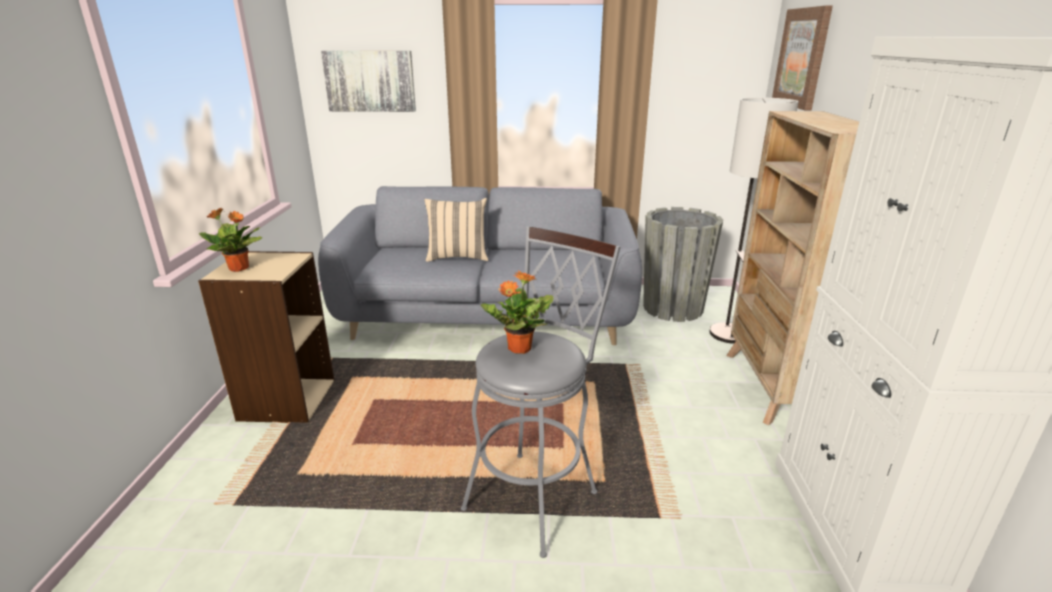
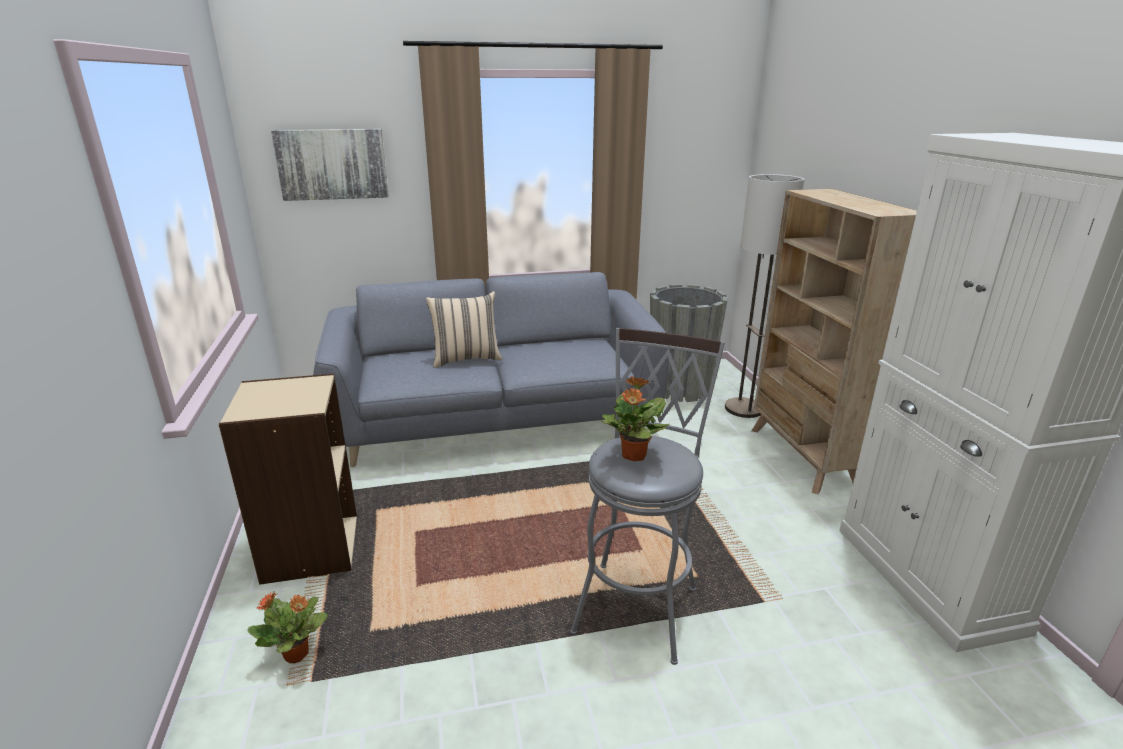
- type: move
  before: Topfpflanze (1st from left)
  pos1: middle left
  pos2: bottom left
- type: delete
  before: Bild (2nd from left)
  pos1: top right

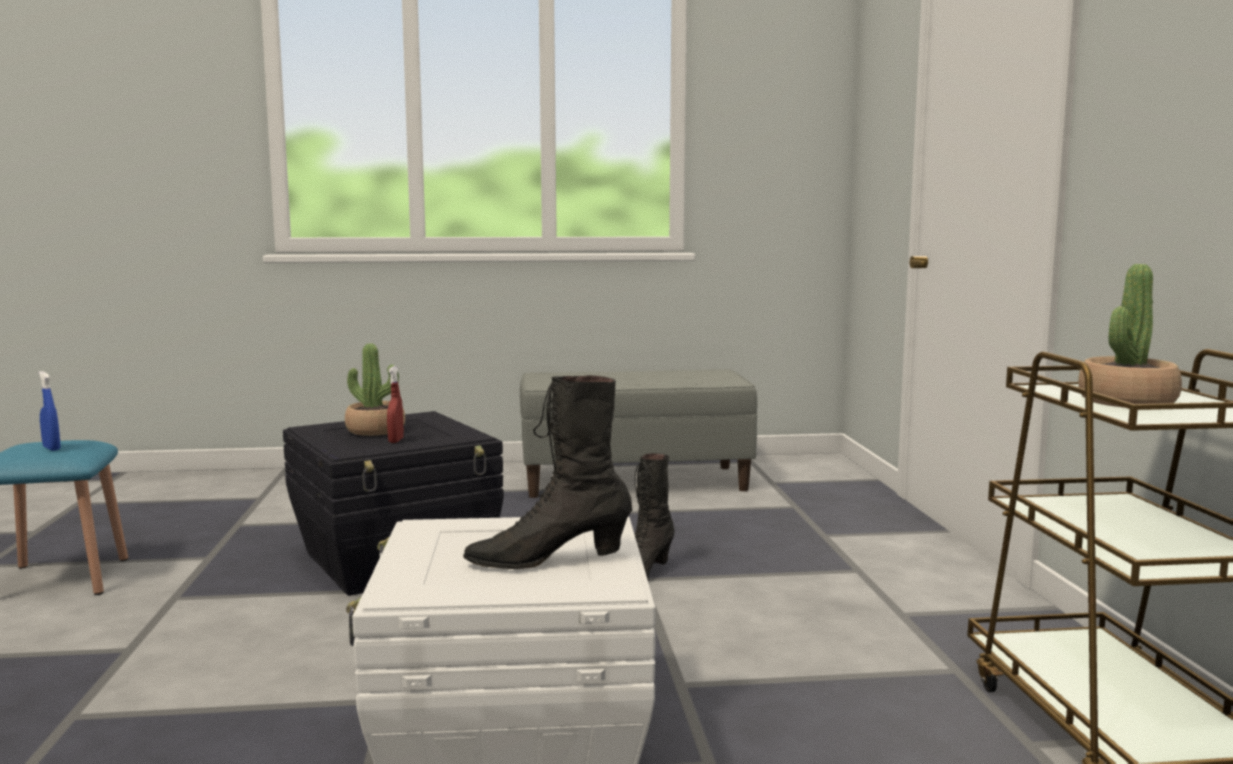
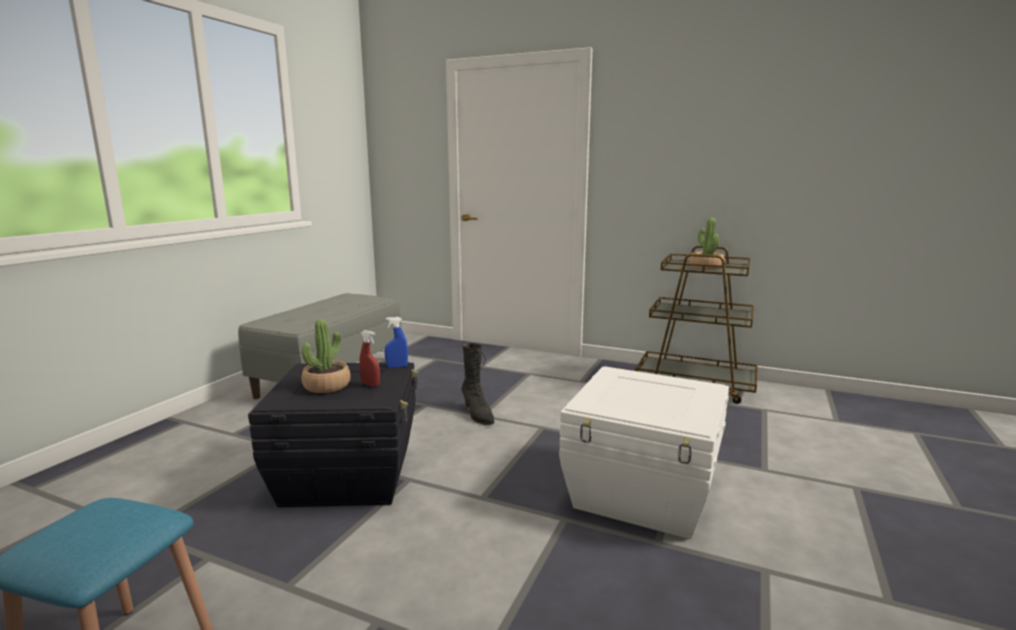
- type: move
  before: Sprühflasche [blau]
  pos1: middle left
  pos2: centre
- type: delete
  before: Stiefel [schwarz] (1st from left)
  pos1: centre

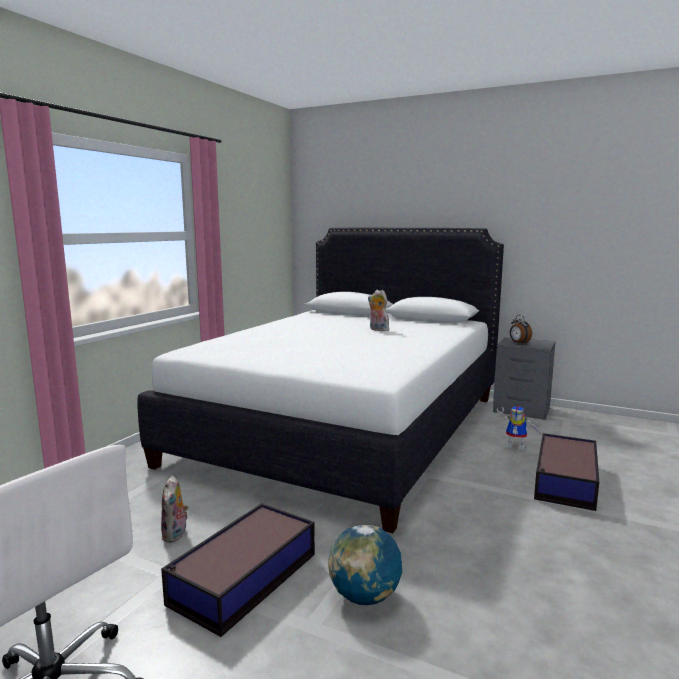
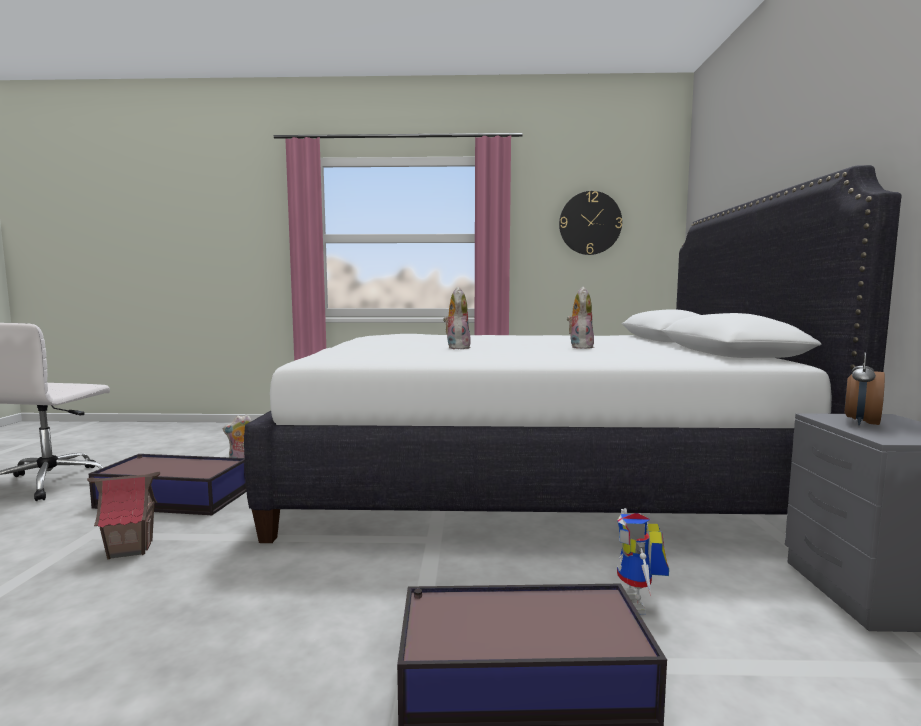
- type: replace
  before: Globus
  after: Spielzeughaus
  pos1: bottom centre
  pos2: bottom left
- type: insert
  after: Plüschtier (2nd from left)
  pos2: centre
- type: insert
  after: Wanduhr
  pos2: top centre

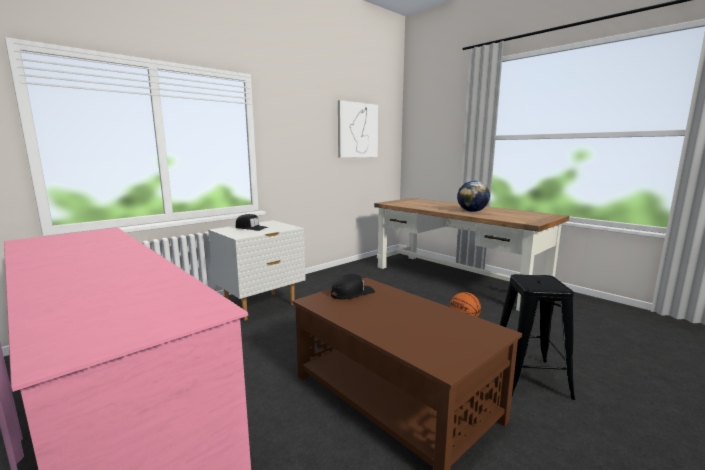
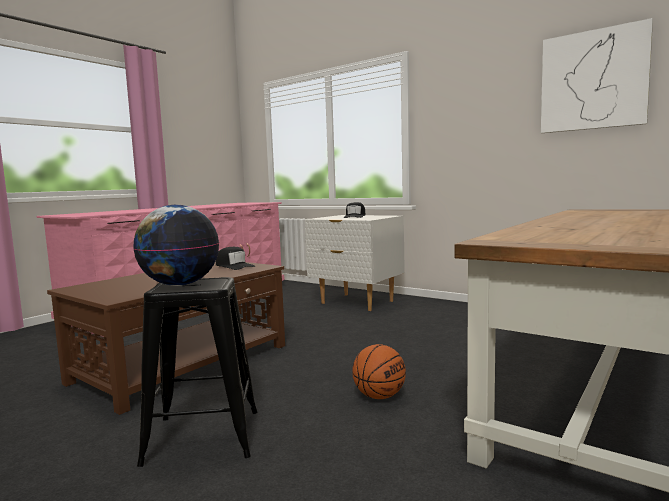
- type: move
  before: Globus
  pos1: middle right
  pos2: middle left

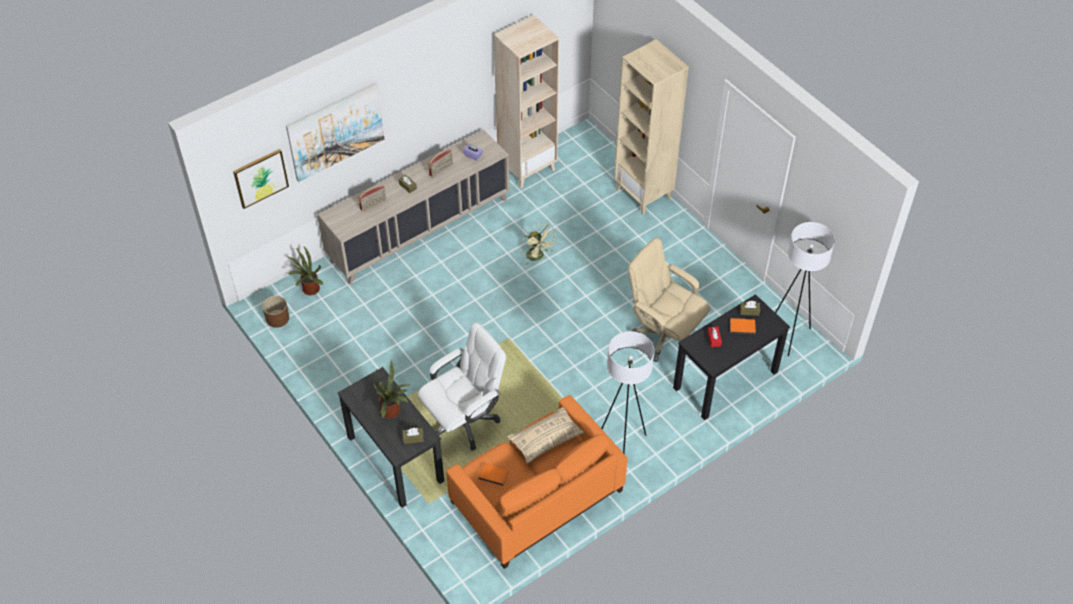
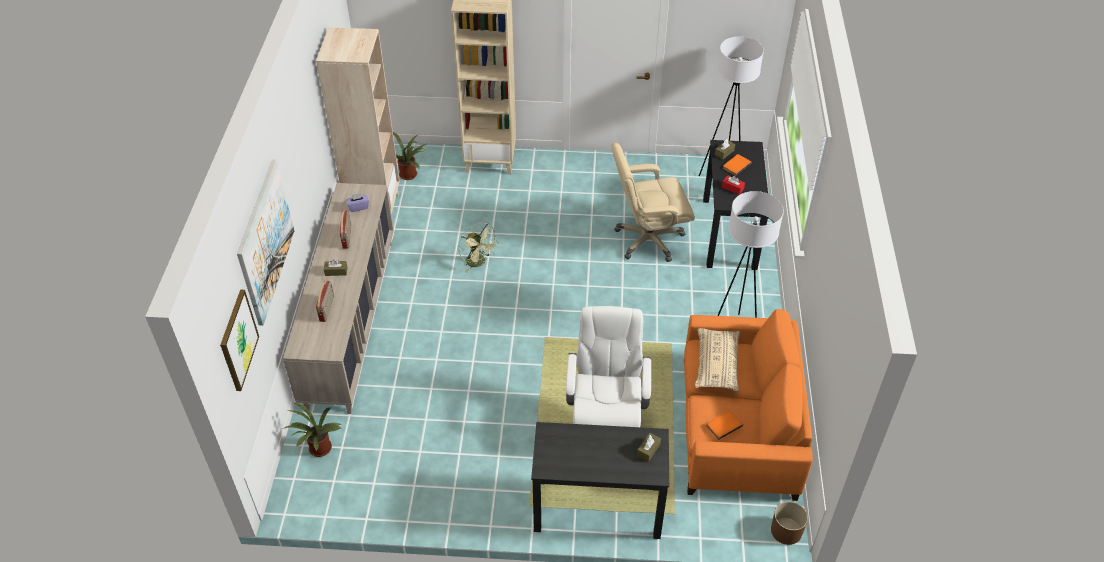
- type: move
  before: Topfpflanze (2nd from left)
  pos1: centre
  pos2: top centre
- type: rotate
  before: Ventilator [grün]
  pos1: centre
  pos2: centre
  turn: 45
- type: move
  before: Pflanzkübel [braun]
  pos1: middle left
  pos2: bottom right

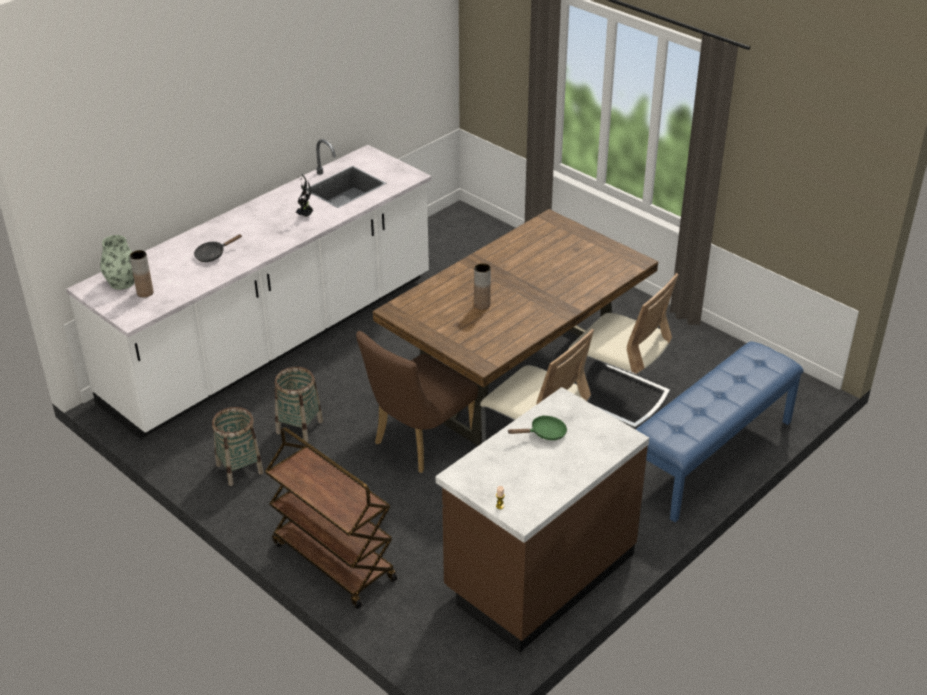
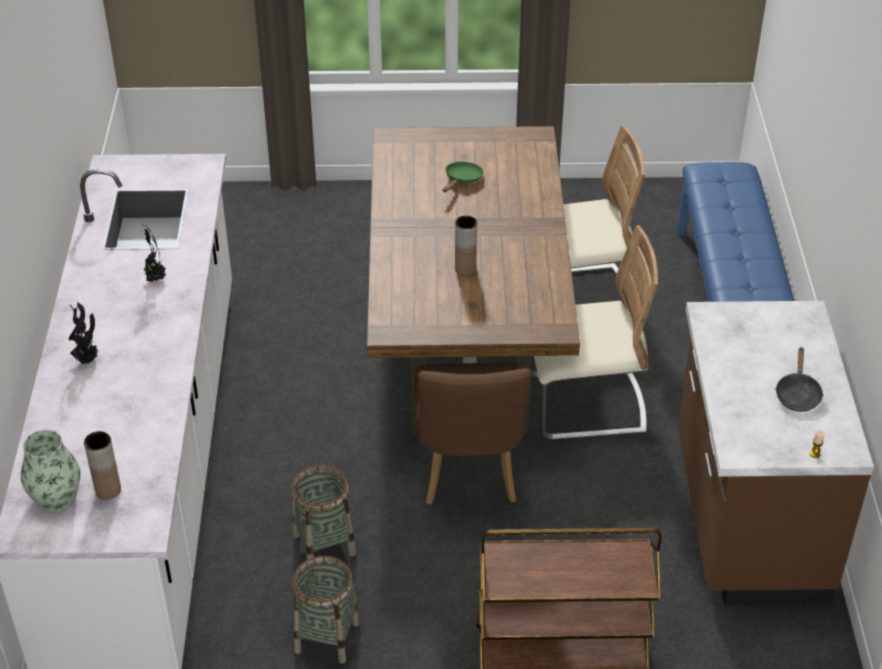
- type: insert
  after: Topfpflanze (1st from left)
  pos2: middle left
- type: move
  before: Pfanne [grün]
  pos1: centre
  pos2: top centre
- type: move
  before: Pfanne [schwarz]
  pos1: middle left
  pos2: middle right

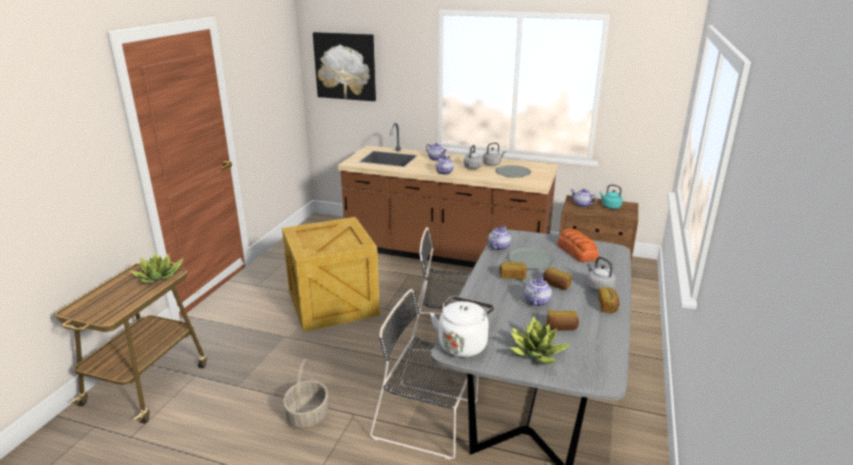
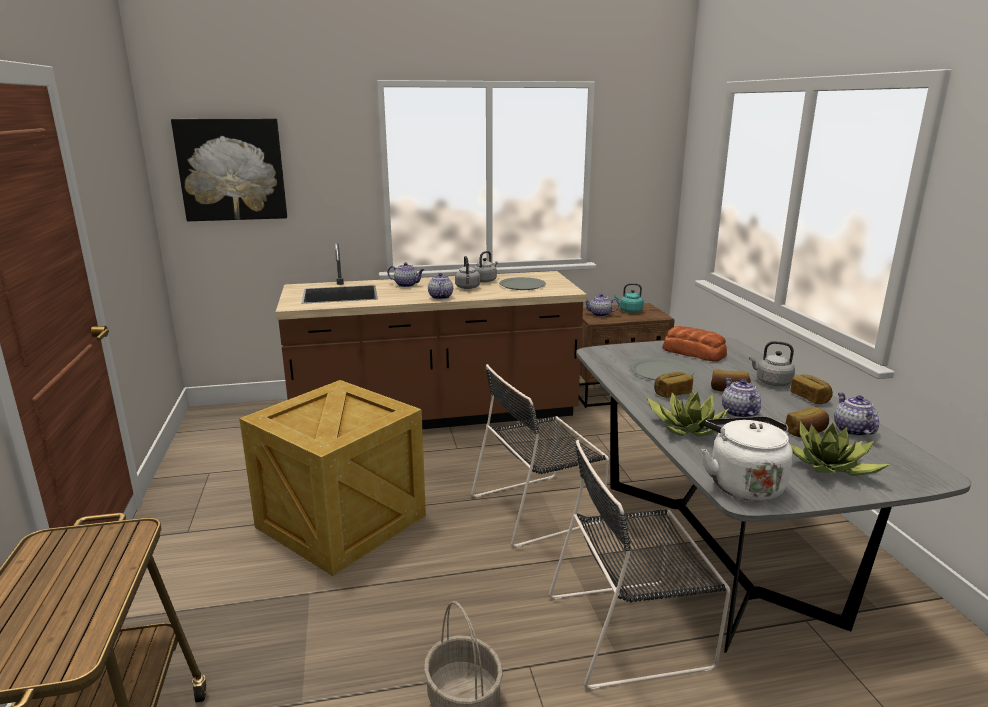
- type: move
  before: Topfpflanze (1st from left)
  pos1: middle left
  pos2: middle right
- type: move
  before: Teekanne (3rd from left in the first image)
  after: Teekanne (5th from left)
  pos1: centre
  pos2: middle right

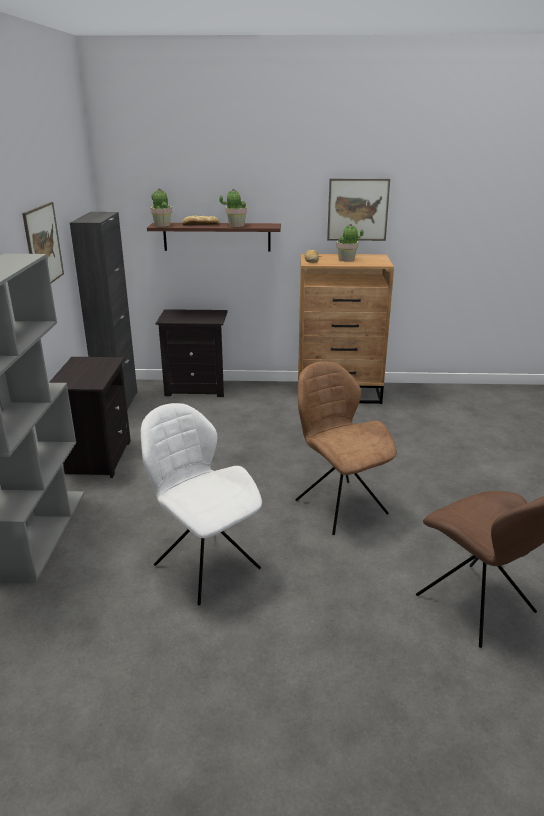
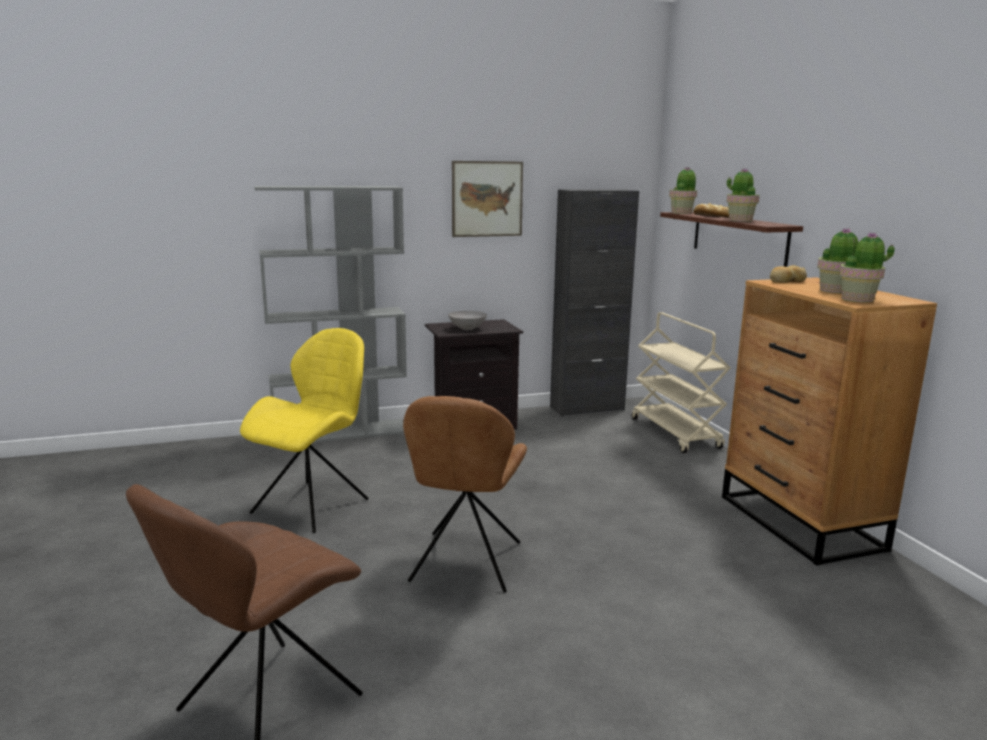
- type: recolor
  before: Stuhl [weiß]
  after: Stuhl [gelb]
  pos1: centre
  pos2: middle left
- type: rotate
  before: Stuhl [braun] (1st from left in the first image)
  pos1: centre
  pos2: bottom centre
  turn: 150
- type: insert
  after: Schüssel [grau]
  pos2: centre
- type: replace
  before: Nachttisch [schwarz] (2nd from left)
  after: Rollwagen [beige]
  pos1: centre
  pos2: middle right
- type: insert
  after: Topfpflanze (4th from left)
  pos2: middle right
- type: delete
  before: Bild (2nd from left)
  pos1: top centre

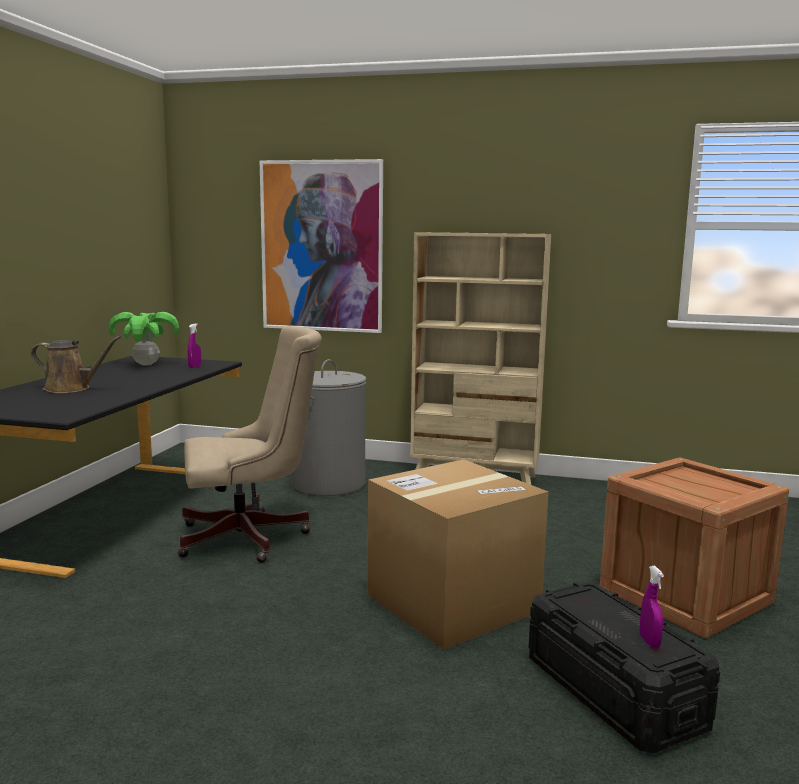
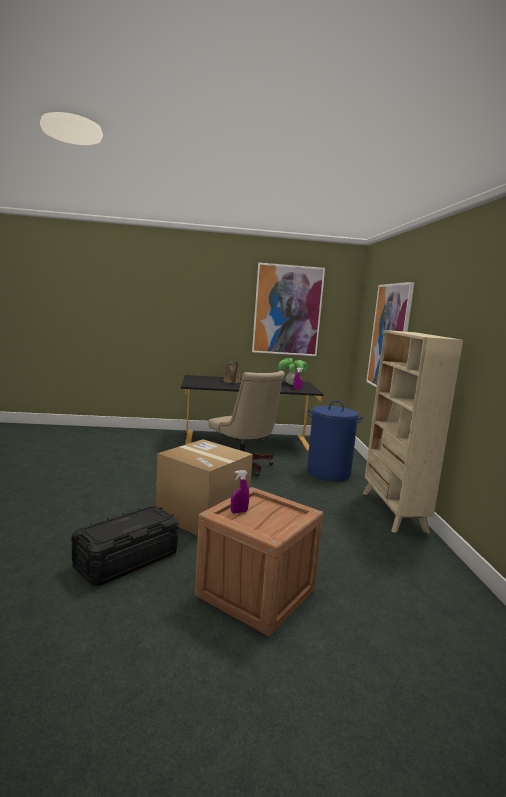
- type: move
  before: Sprühflasche [lila] (2nd from left in the first image)
  after: Sprühflasche [lila] (1st from left)
  pos1: bottom right
  pos2: centre
- type: insert
  after: Bild (1st from left)
  pos2: centre
- type: recolor
  before: Wäschekorb [grau]
  after: Wäschekorb [blau]
  pos1: centre
  pos2: centre

